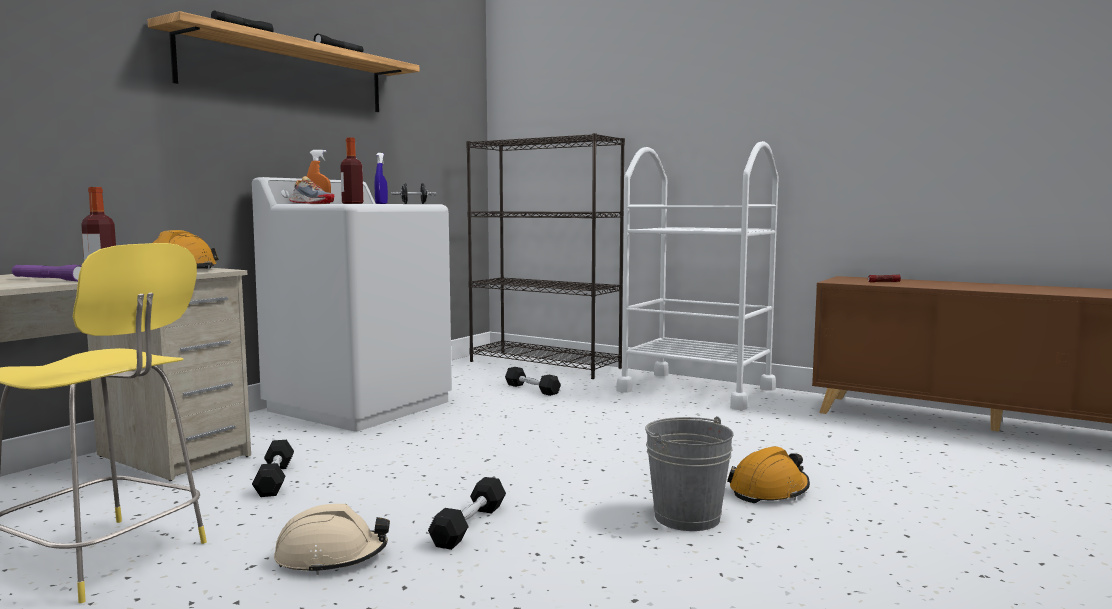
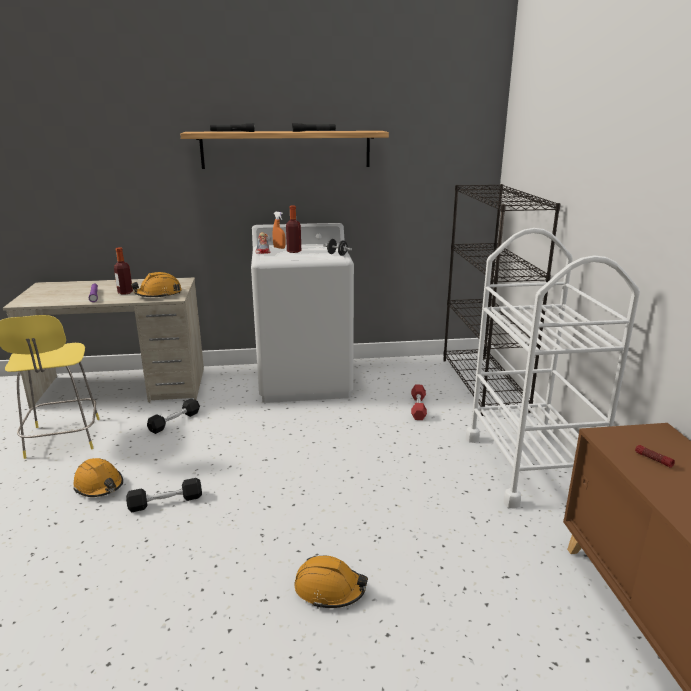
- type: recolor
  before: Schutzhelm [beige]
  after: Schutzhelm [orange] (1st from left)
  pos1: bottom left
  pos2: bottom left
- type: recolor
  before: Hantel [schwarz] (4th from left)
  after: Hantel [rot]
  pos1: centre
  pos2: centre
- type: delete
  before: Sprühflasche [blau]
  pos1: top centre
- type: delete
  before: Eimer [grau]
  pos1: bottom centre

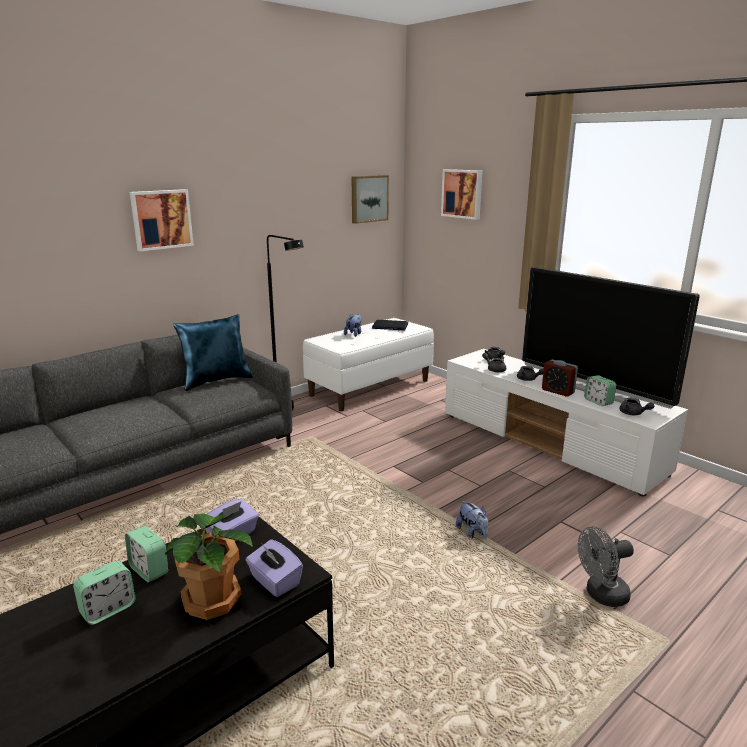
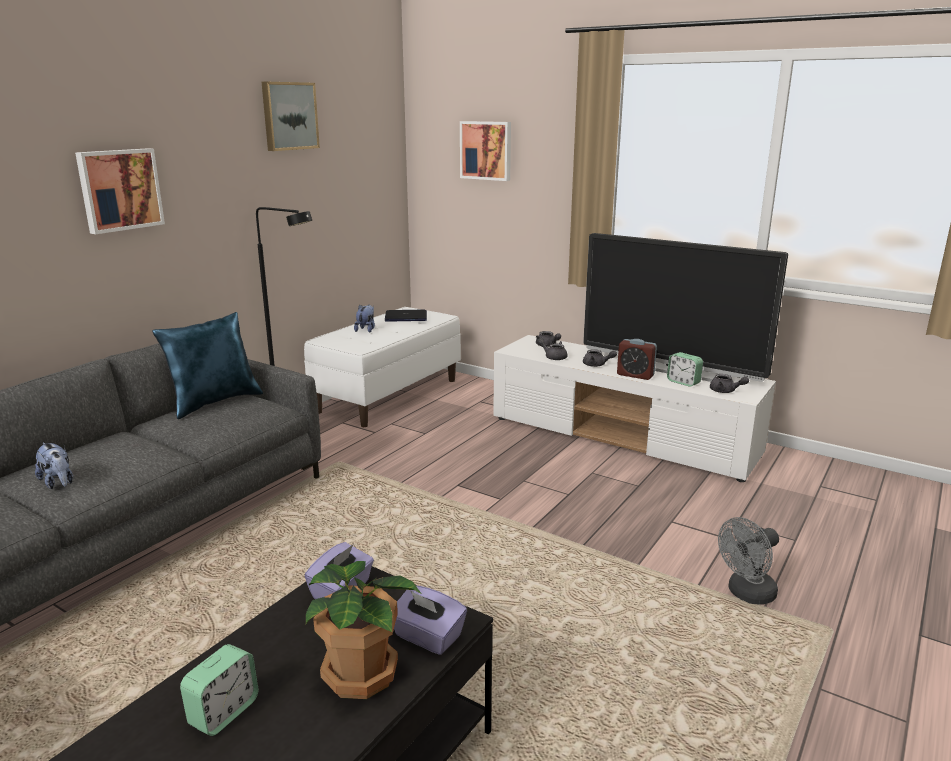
- type: move
  before: Plüschtier (2nd from left in the first image)
  after: Plüschtier (1st from left)
  pos1: bottom centre
  pos2: middle left
- type: move
  before: Bild (2nd from left)
  pos1: top centre
  pos2: top left
- type: delete
  before: Wecker (2nd from left)
  pos1: bottom left

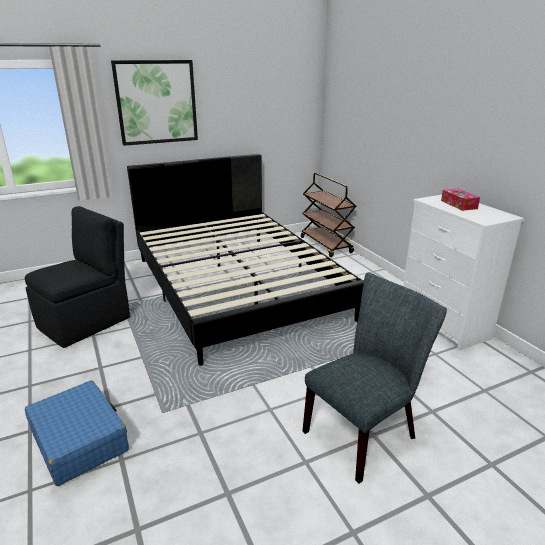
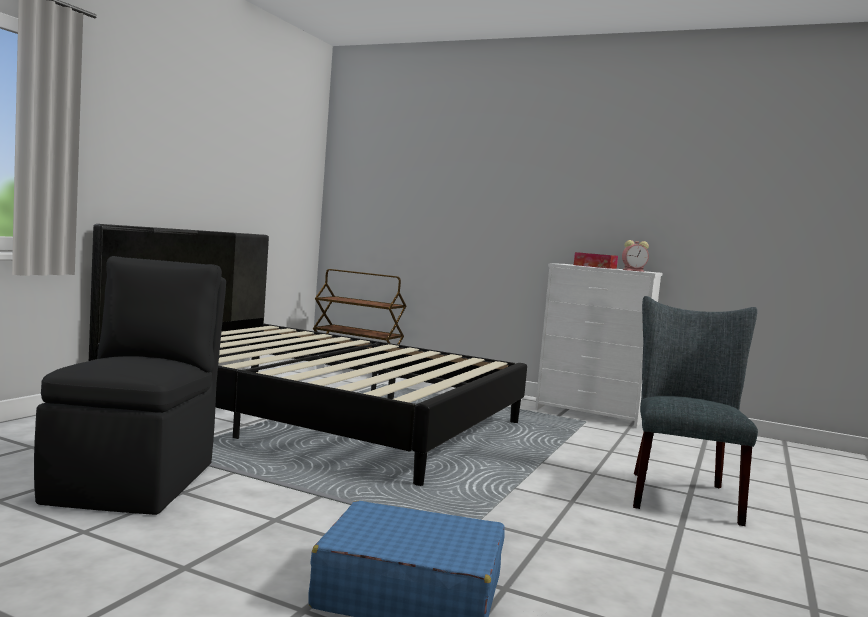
- type: insert
  after: Wecker
  pos2: middle right
- type: delete
  before: Bild
  pos1: top left

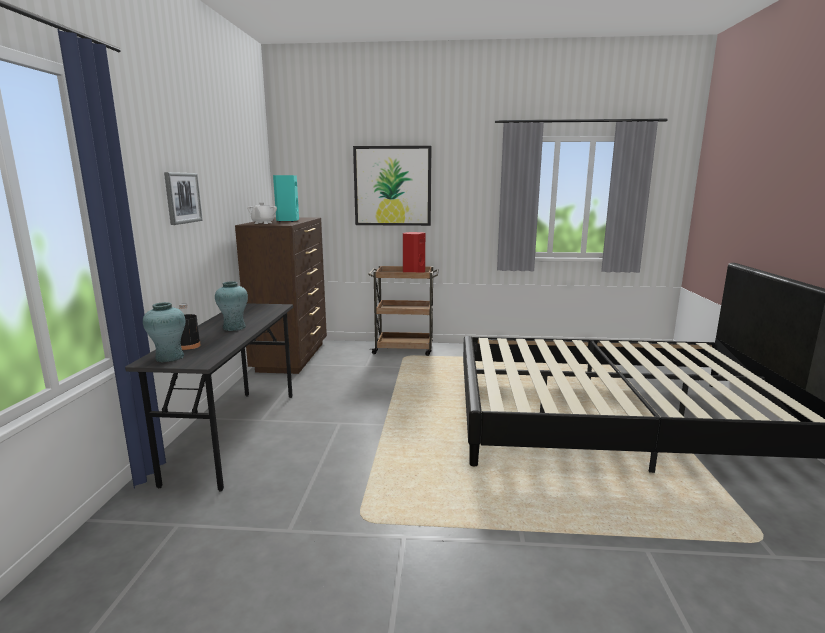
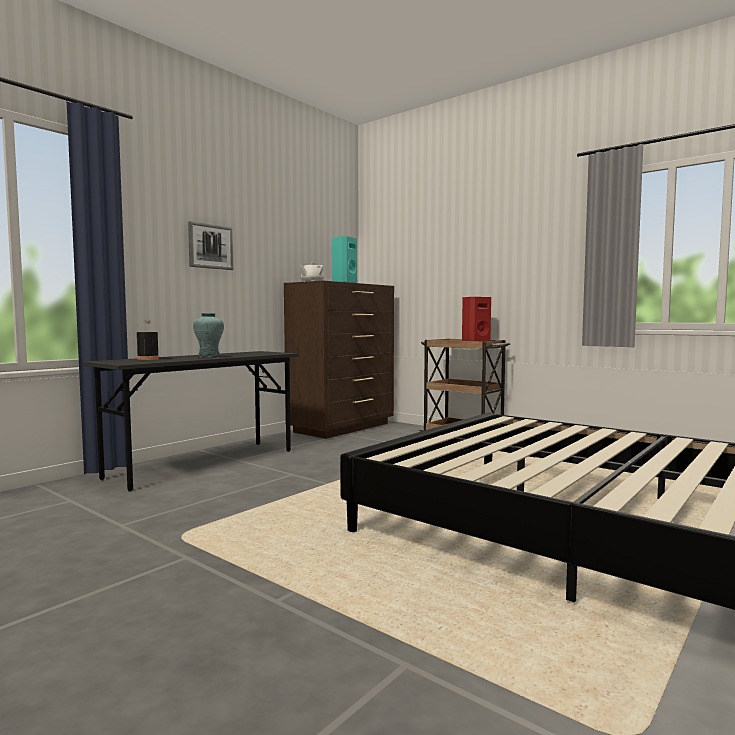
- type: delete
  before: Vase [türkis] (1st from left)
  pos1: middle left
- type: delete
  before: Bild (2nd from left)
  pos1: top centre

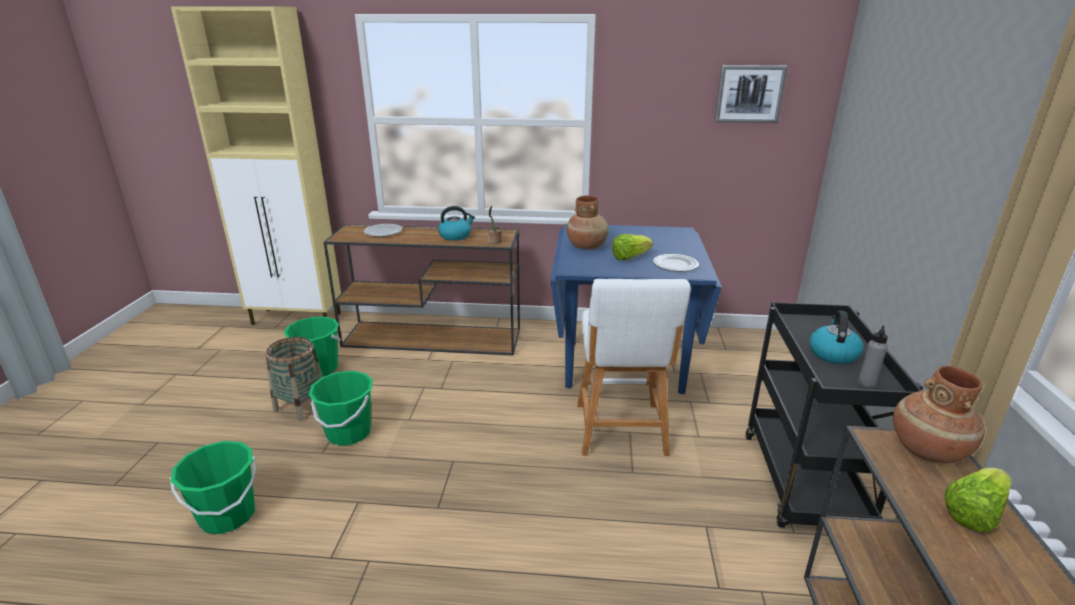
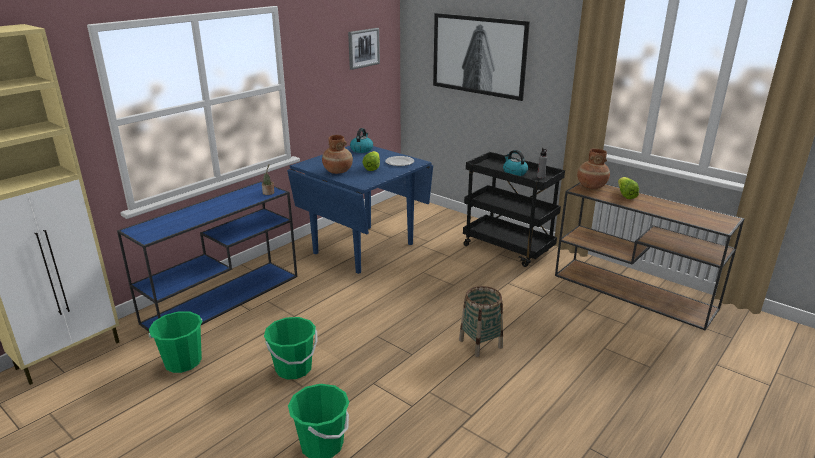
- type: recolor
  before: Konsolentisch [braun] (1st from left)
  after: Konsolentisch [blau]
  pos1: centre
  pos2: middle left
- type: move
  before: Wasserkessel (1st from left)
  pos1: centre
  pos2: top centre
- type: insert
  after: Bild (2nd from left)
  pos2: top centre
- type: move
  before: Korb
  pos1: middle left
  pos2: bottom centre
- type: delete
  before: Teller (1st from left)
  pos1: centre
- type: delete
  before: Hocker [weiß]
  pos1: centre

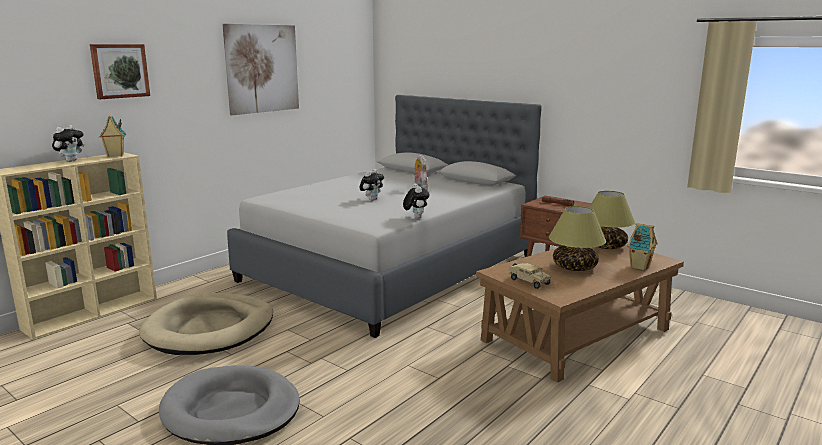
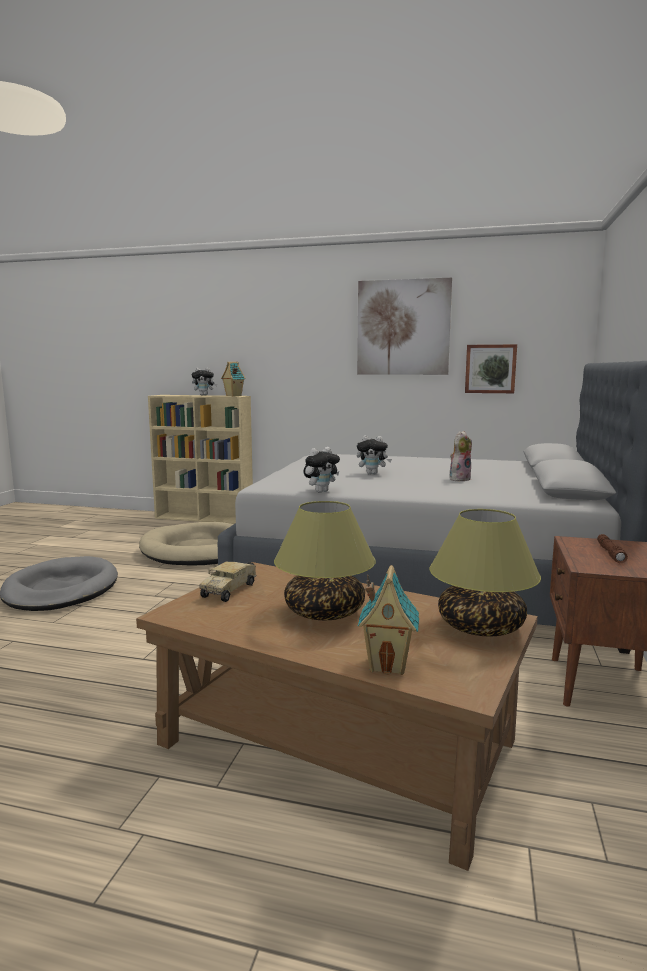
- type: move
  before: Bild (1st from left in the first image)
  after: Bild (2nd from left)
  pos1: top left
  pos2: middle right

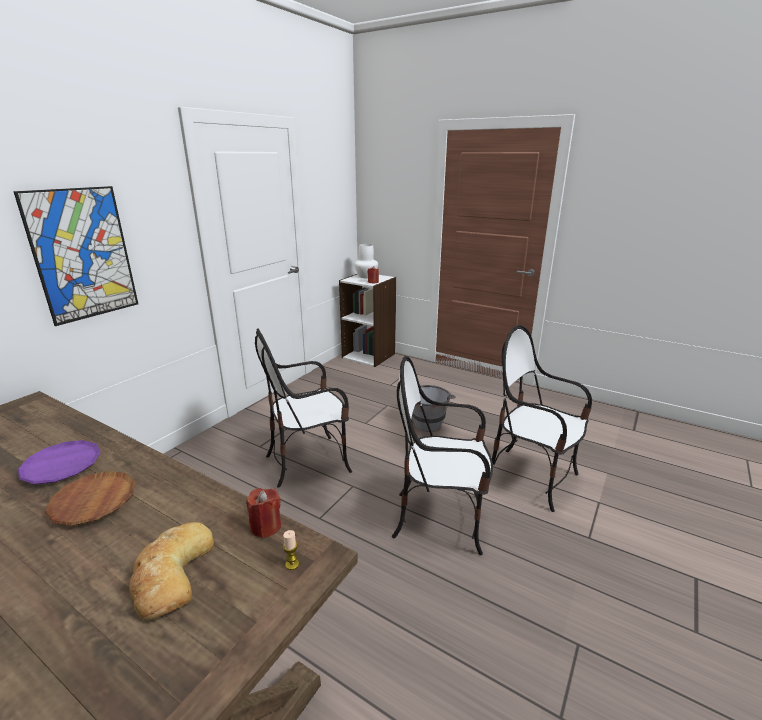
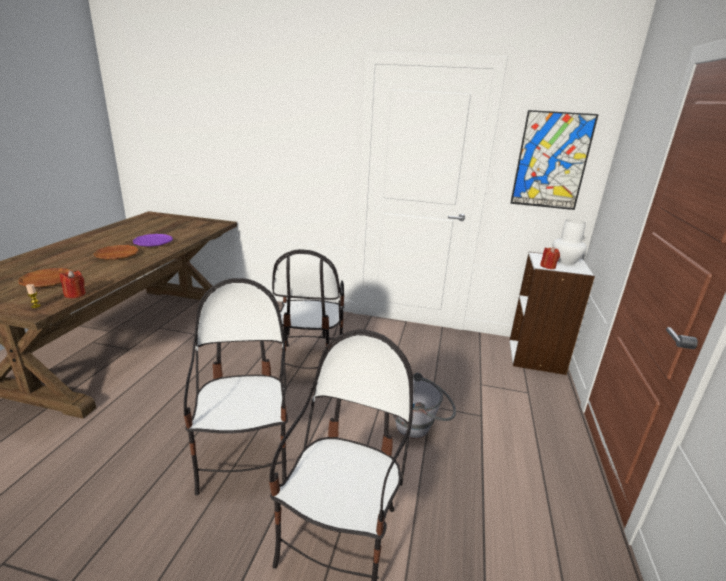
- type: replace
  before: Brot
  after: Teller [braun] (1st from left)
  pos1: bottom left
  pos2: middle left
- type: rotate
  before: Stuhl (1st from left in the first image)
  pos1: centre
  pos2: centre
  turn: -135
- type: move
  before: Bild
  pos1: middle left
  pos2: top right

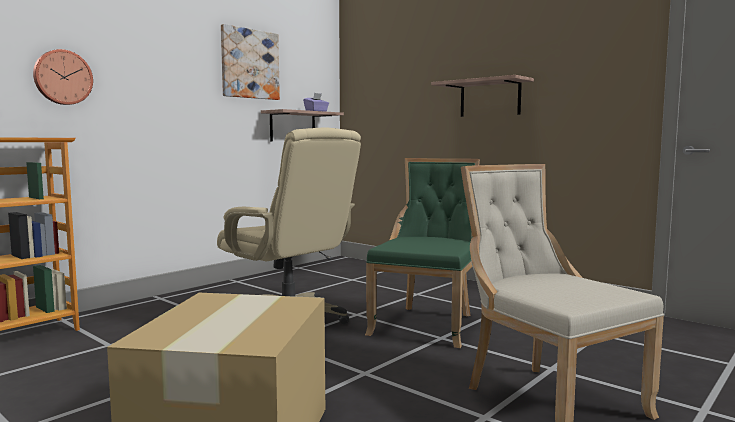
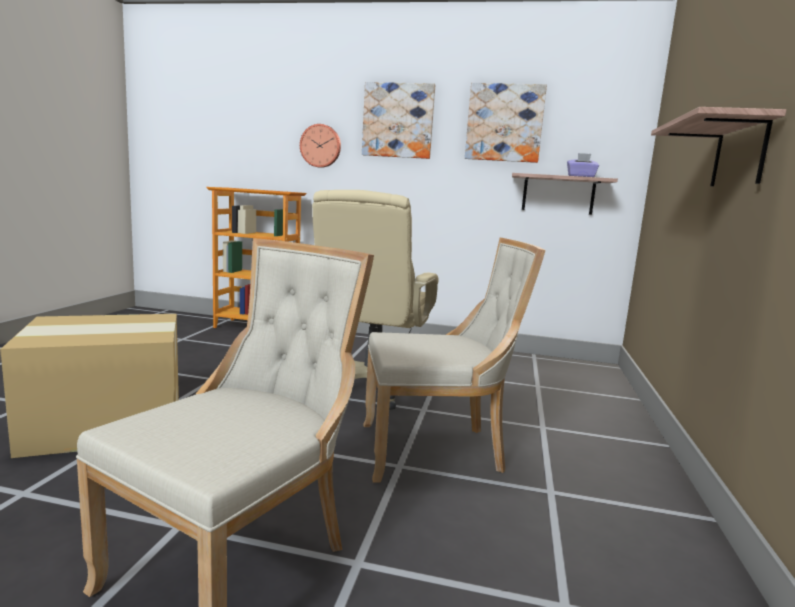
- type: insert
  after: Bild (1st from left)
  pos2: top centre
- type: recolor
  before: Stuhl [grün]
  after: Stuhl [beige] (2nd from left)
  pos1: centre
  pos2: centre

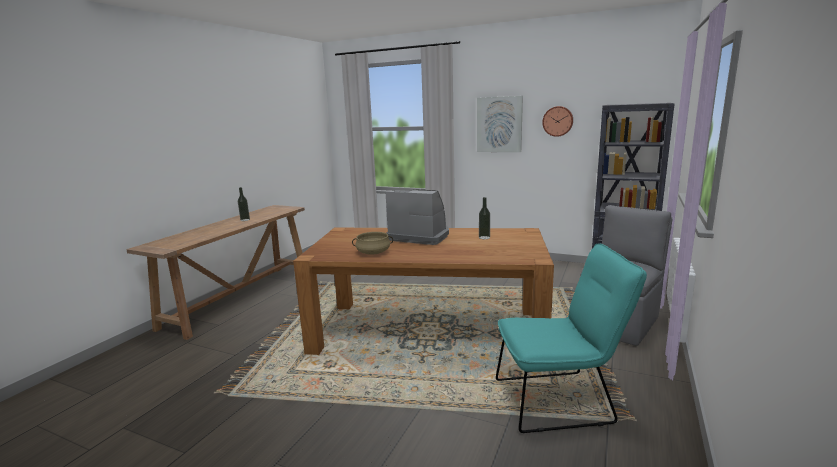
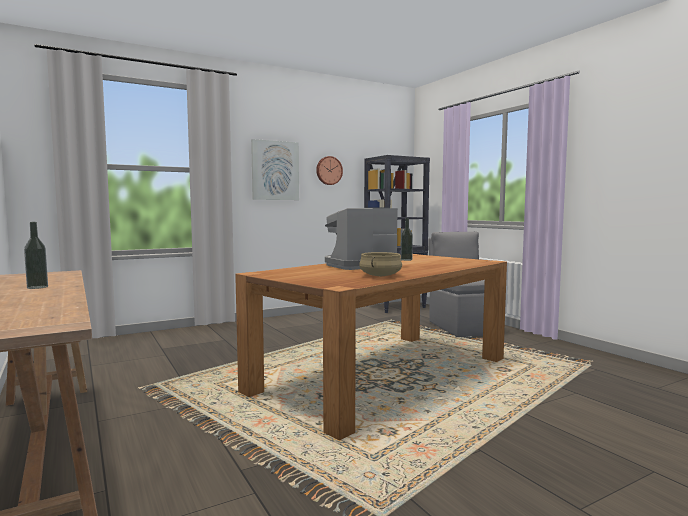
- type: delete
  before: Stuhl [türkis]
  pos1: bottom right

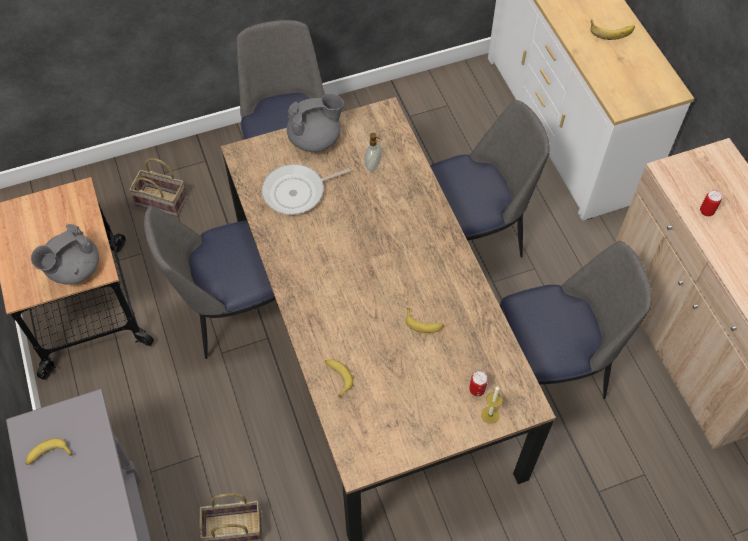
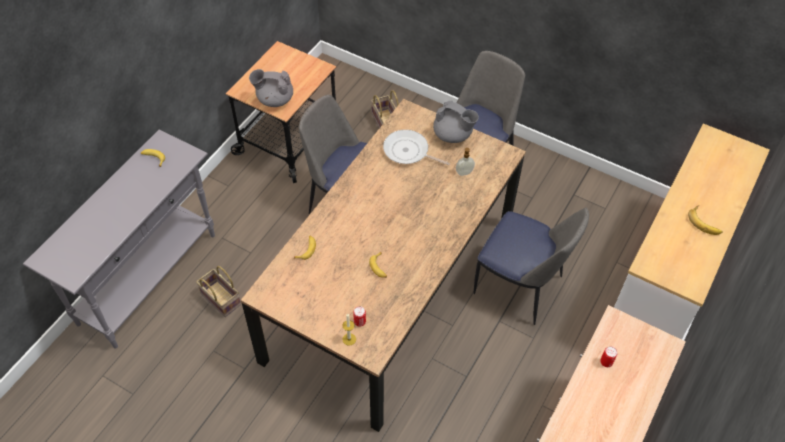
- type: delete
  before: Stuhl (4th from left)
  pos1: middle right

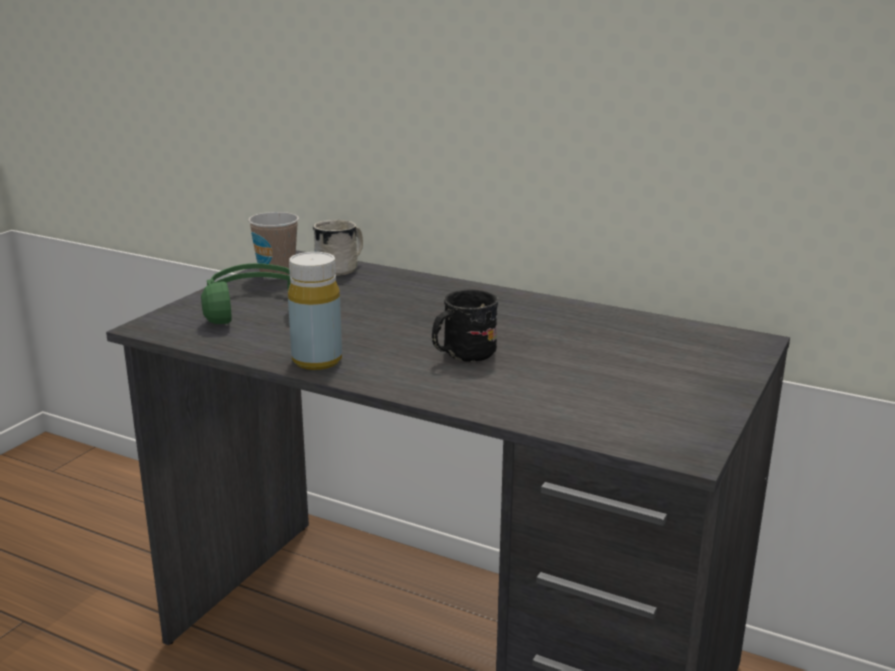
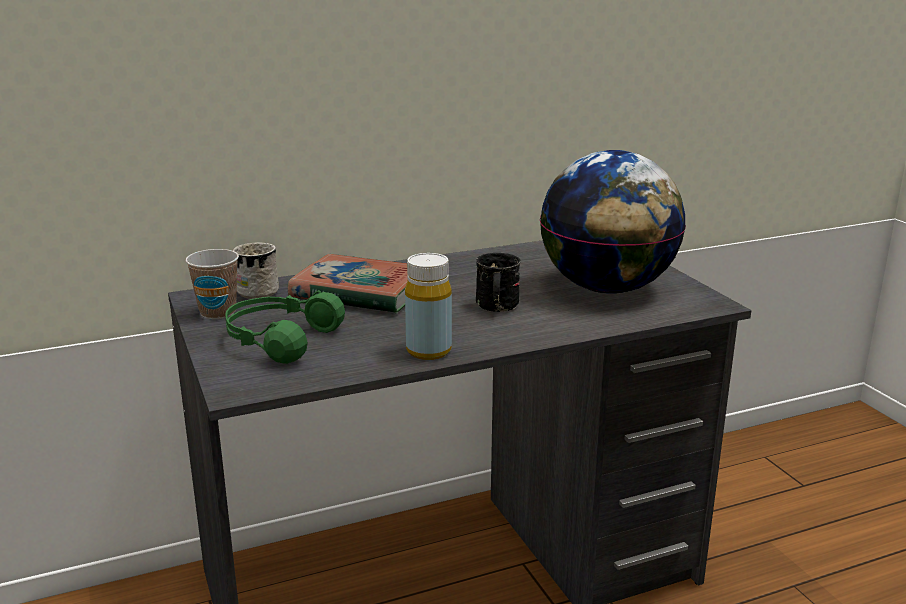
- type: insert
  after: Buch
  pos2: centre
- type: insert
  after: Globus
  pos2: middle right

